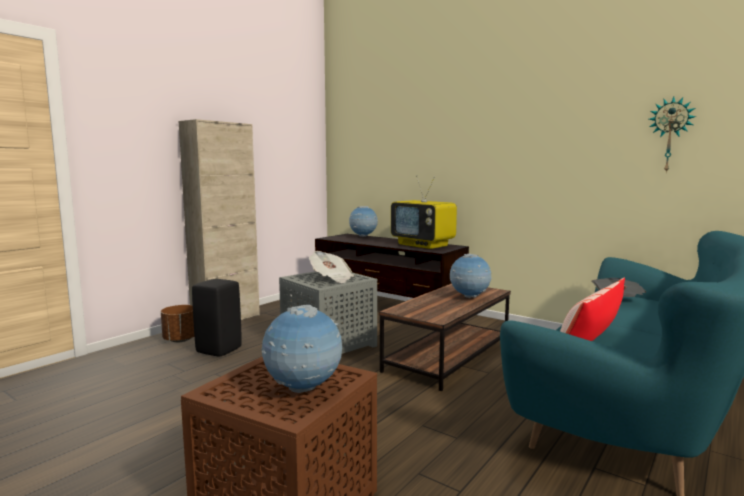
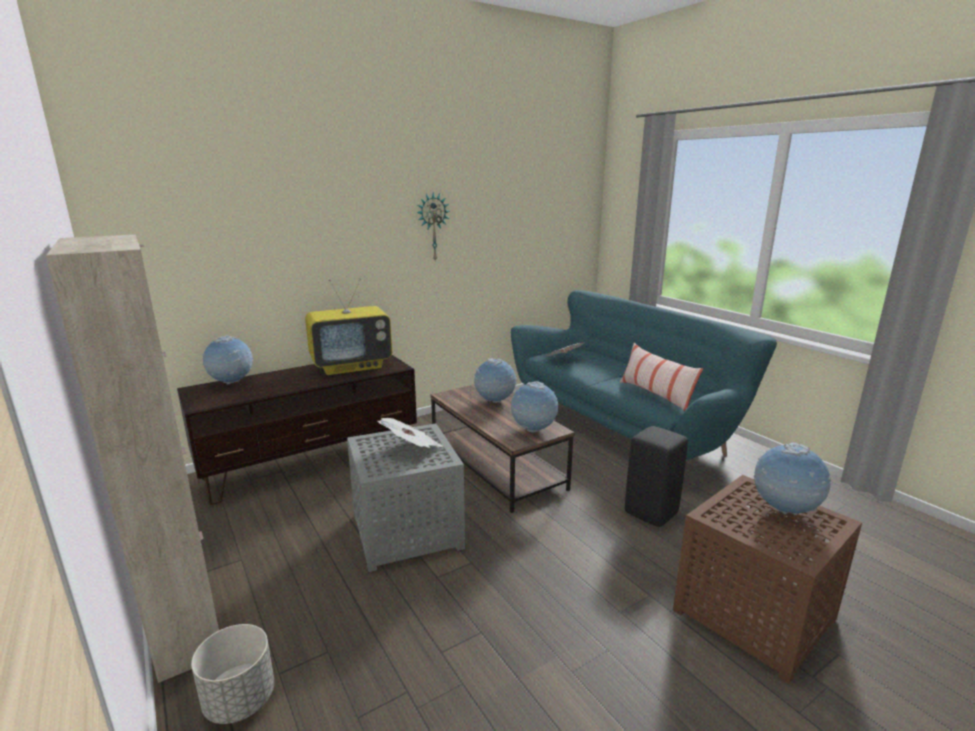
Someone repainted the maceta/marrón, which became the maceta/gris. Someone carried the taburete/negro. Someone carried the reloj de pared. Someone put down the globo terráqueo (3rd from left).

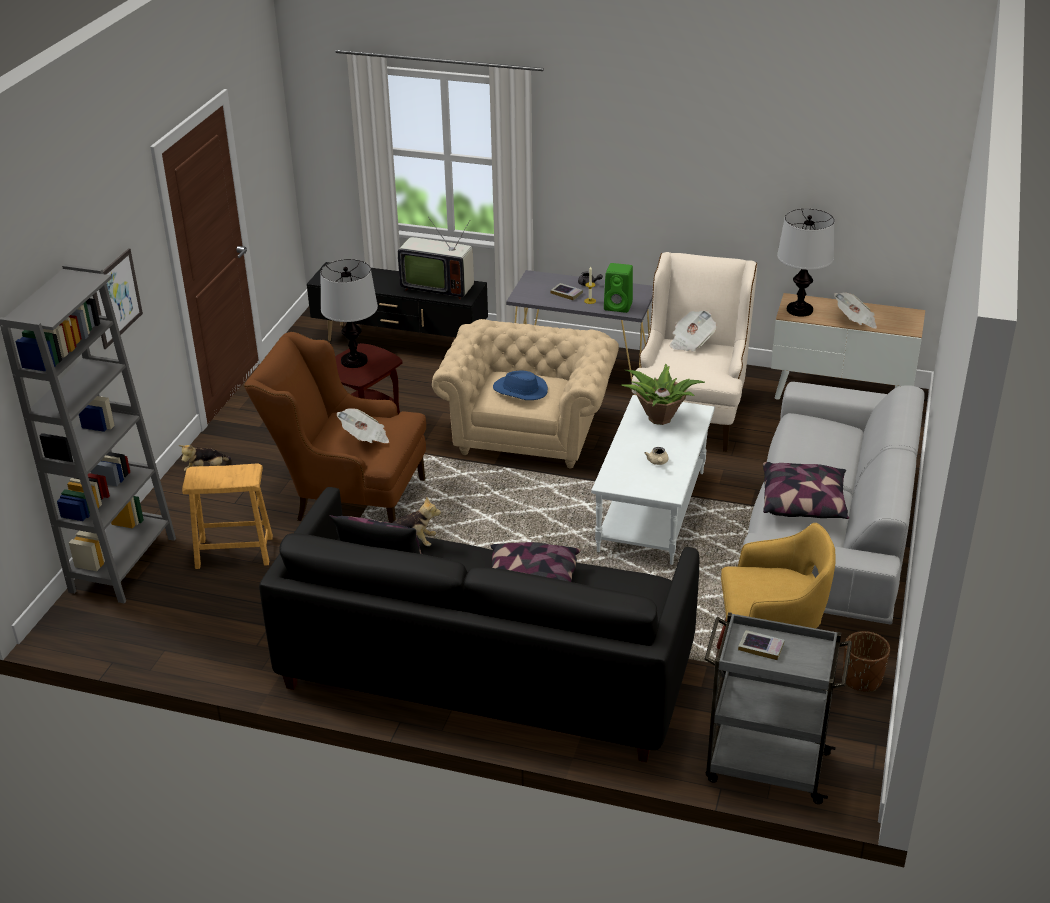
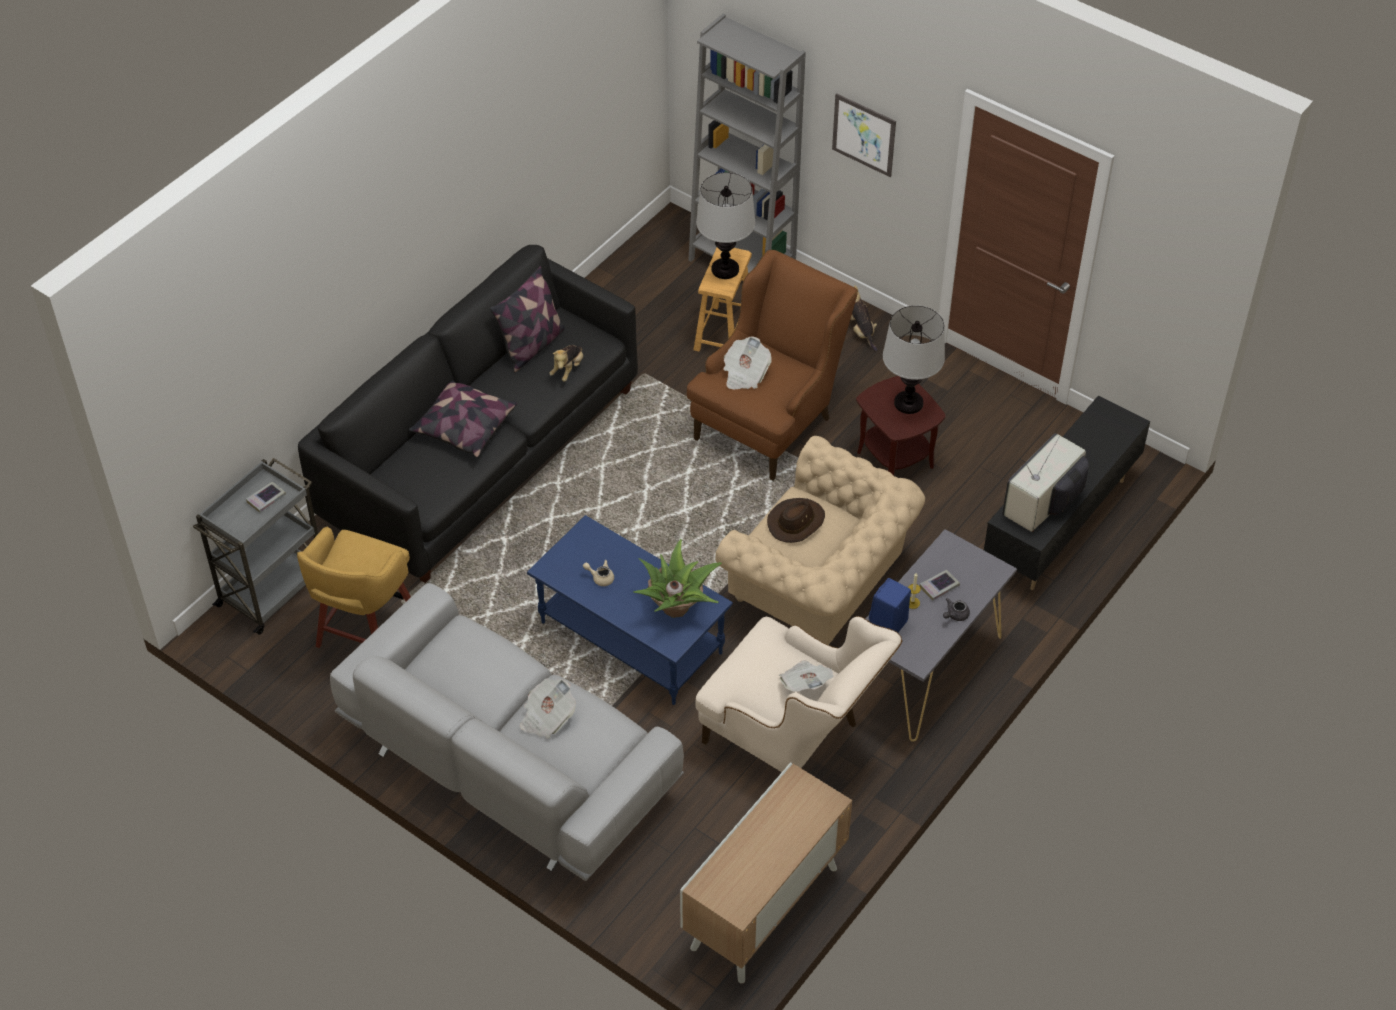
Someone repainted the sombrero/azul, which became the sombrero/marrón. Someone repainted the mesa de centro/blanco, which became the mesa de centro/azul. Someone repainted the altavoz/verde, which became the altavoz/azul. Someone took away the cojín (3rd from left). Someone carried the lámpara de mesa (2nd from left in the first image). Someone carried the periódico (3rd from left in the first image). Someone took away the maceta/marrón.

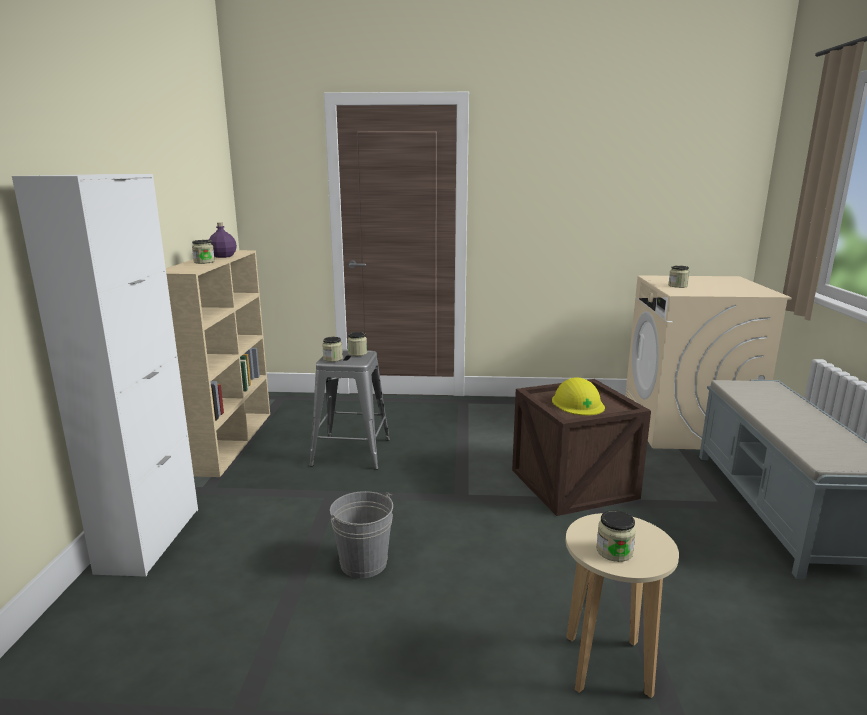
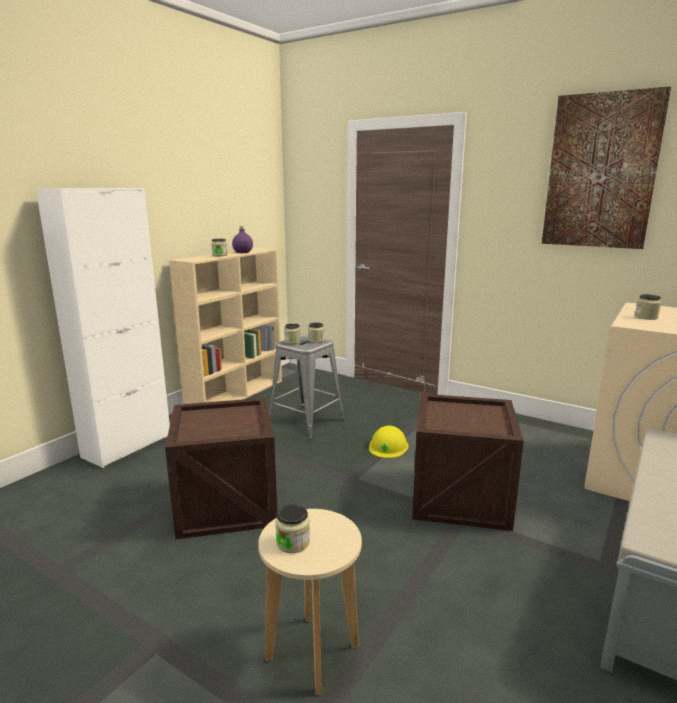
Someone swapped the cubo/gris for the caja de embalaje (1st from left). Someone carried the casco/amarillo. Someone put up the cuadro.

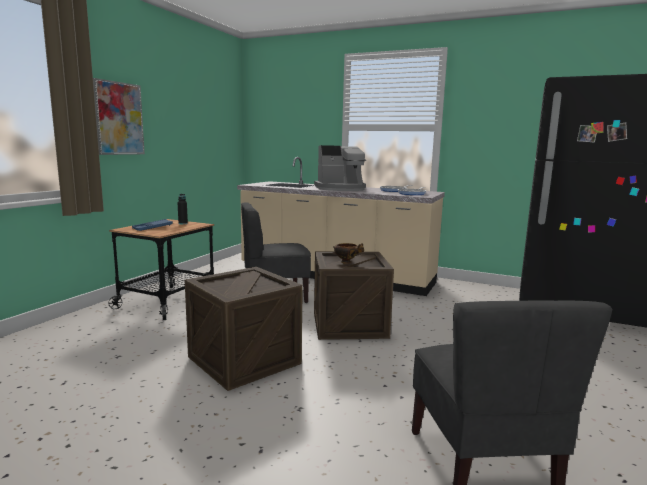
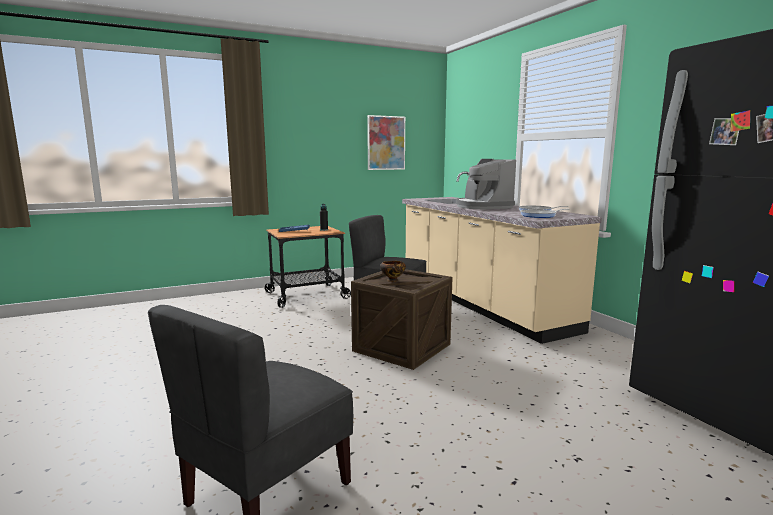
Someone carried the cuadro. Someone took away the caja de embalaje (1st from left). Someone rotated the cafetera by 45 degrees clockwise.

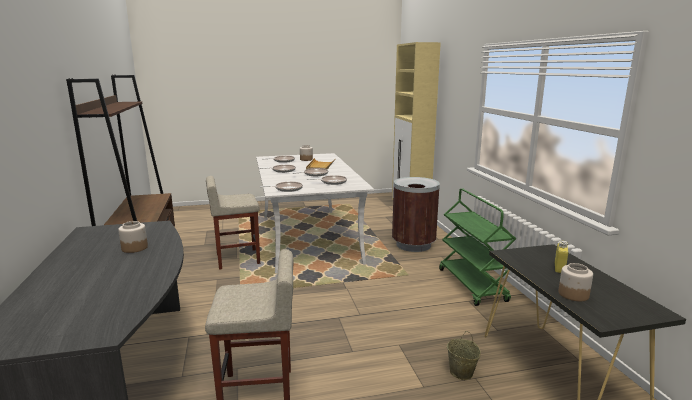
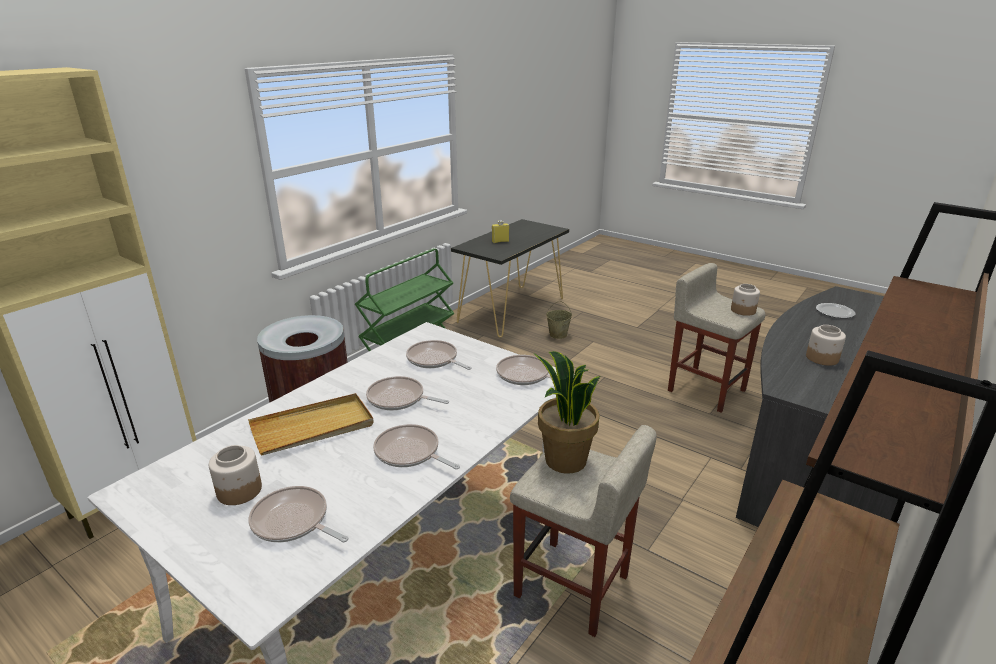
Someone carried the tarro (3rd from left in the first image). Someone put down the planta en maceta. Someone put down the plato.

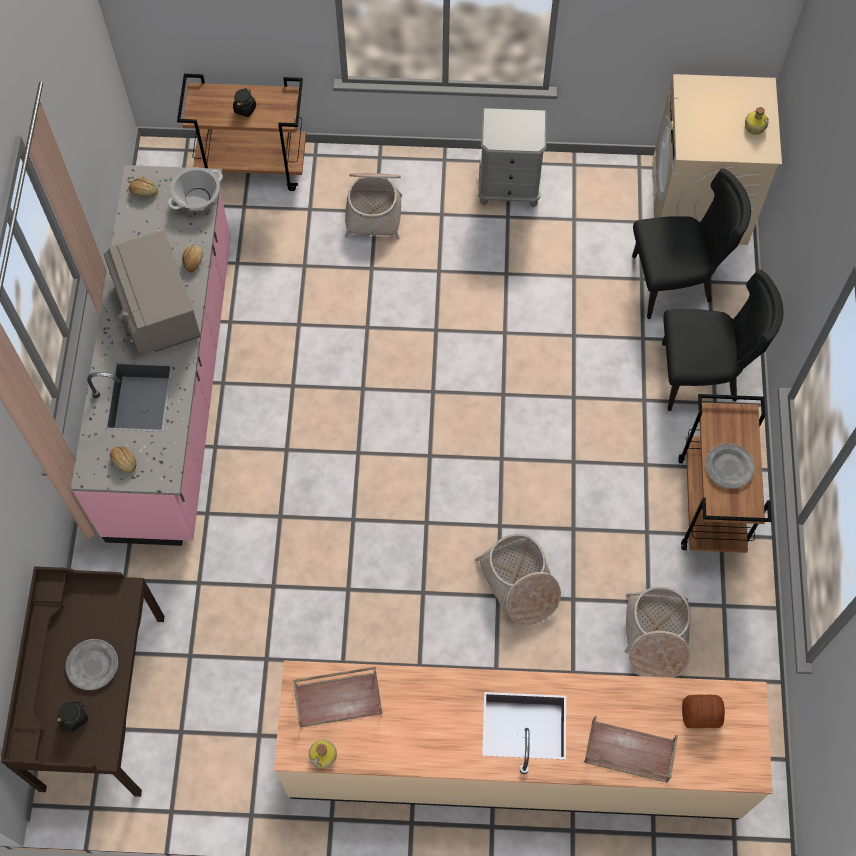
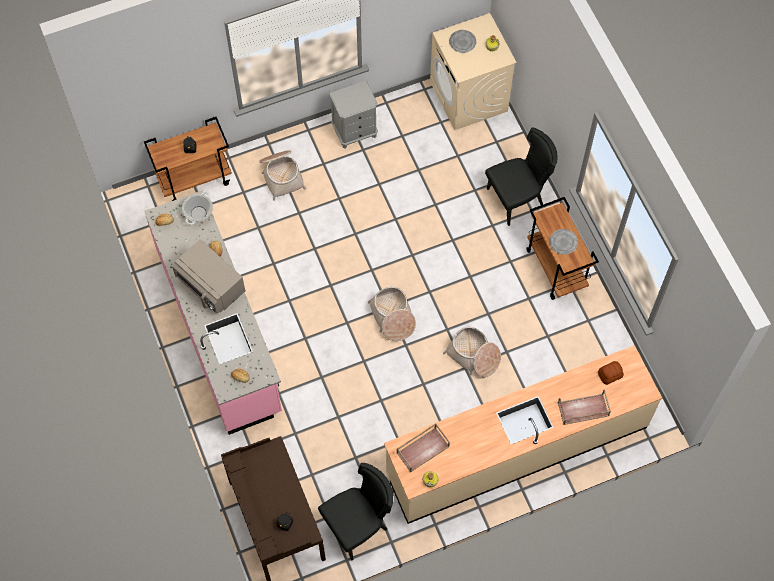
Someone carried the plato/gris (1st from left). Someone carried the cesta (3rd from left in the first image). Someone carried the silla/negro (1st from left).

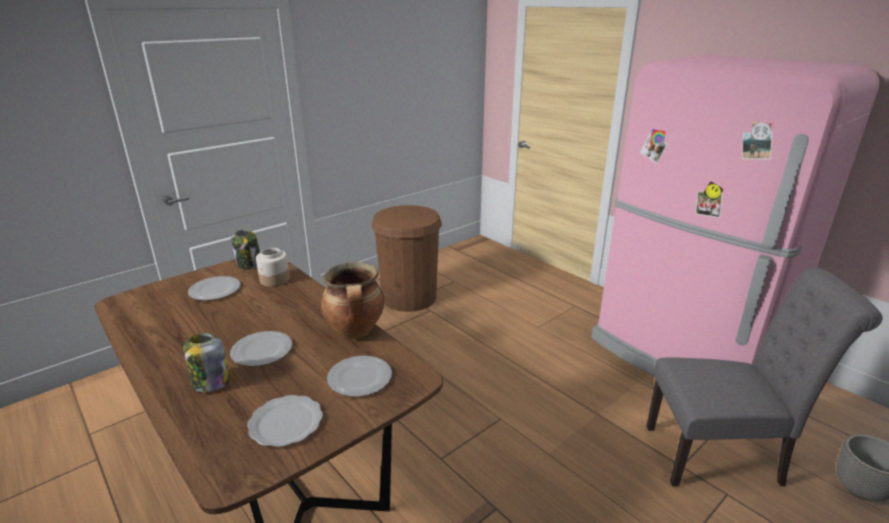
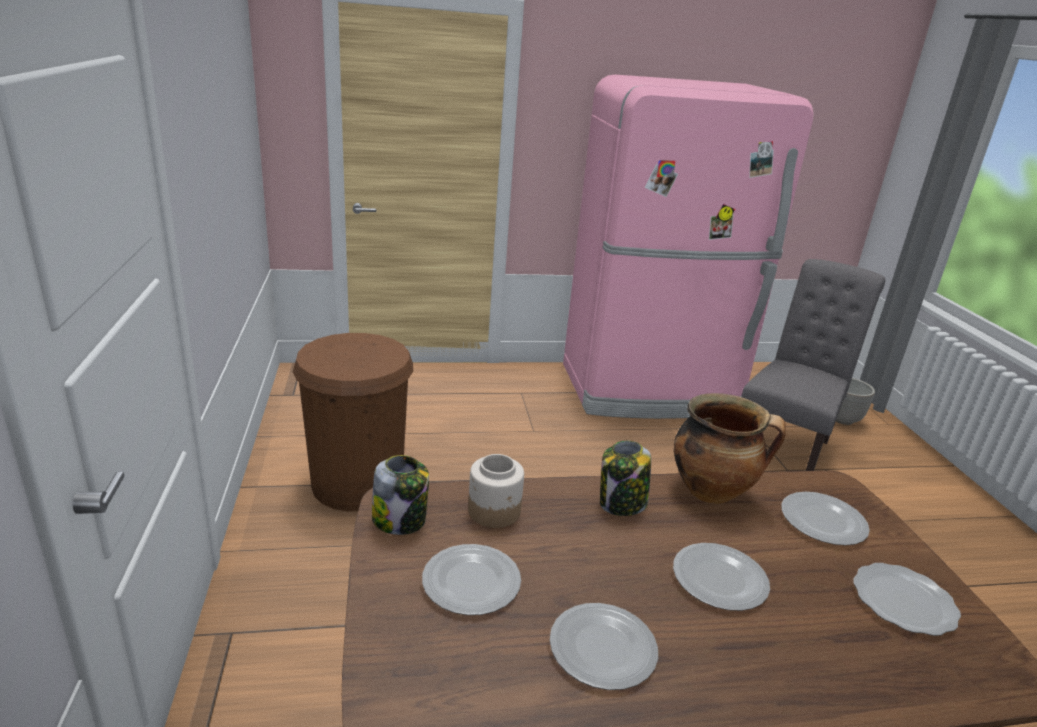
Someone carried the tarro (1st from left in the first image). Someone put down the plato (2nd from left).

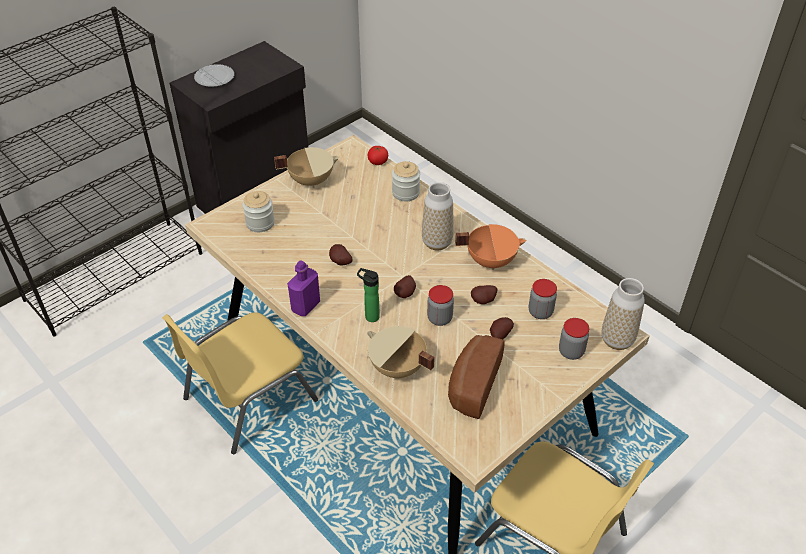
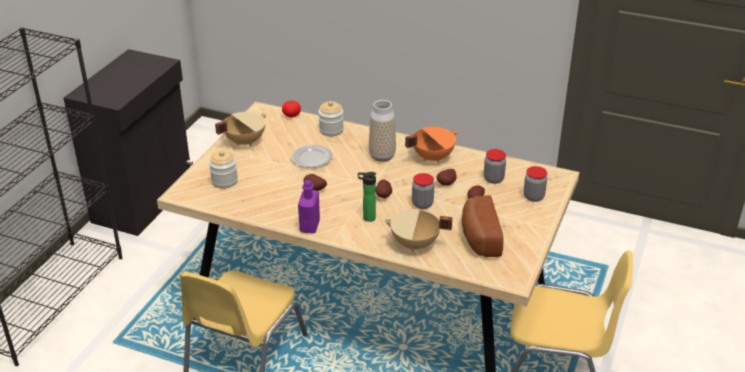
Someone carried the plato. Someone took away the florero (2nd from left).

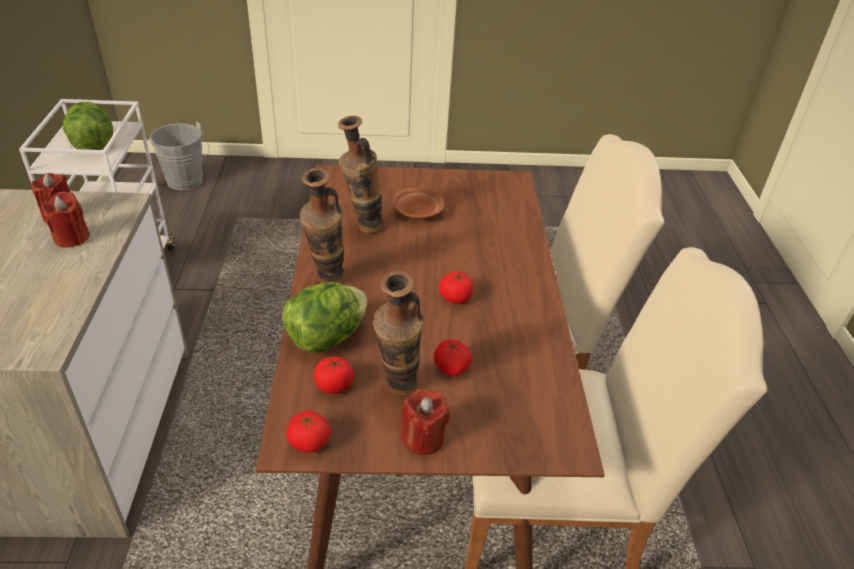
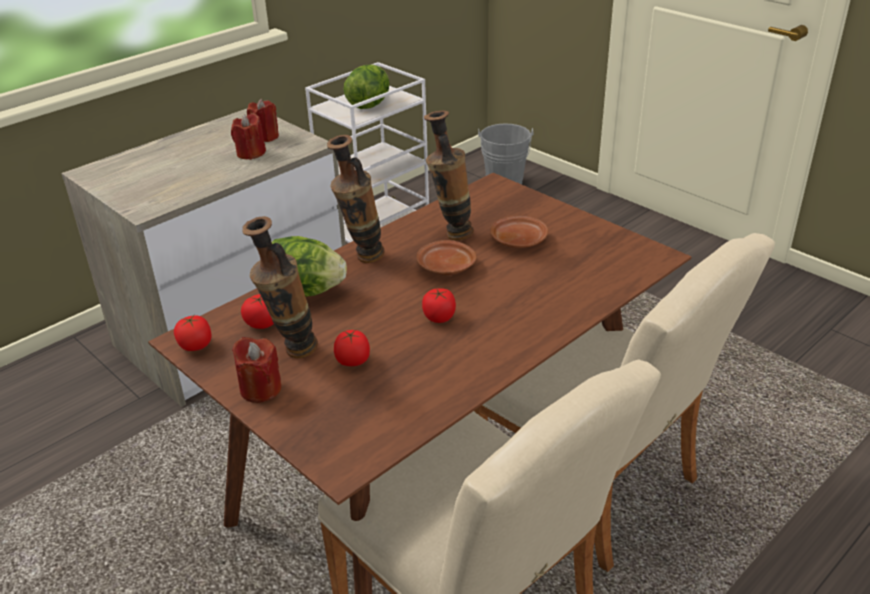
Someone put down the plato/marrón (1st from left).

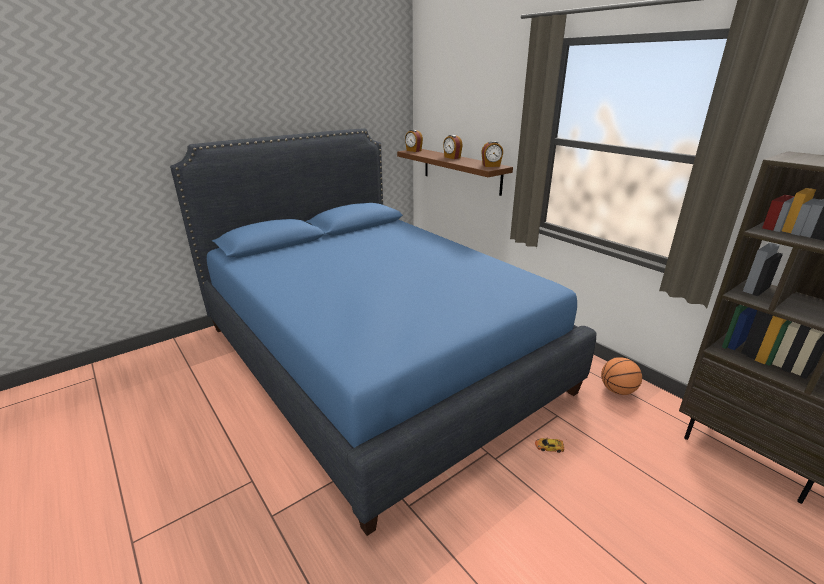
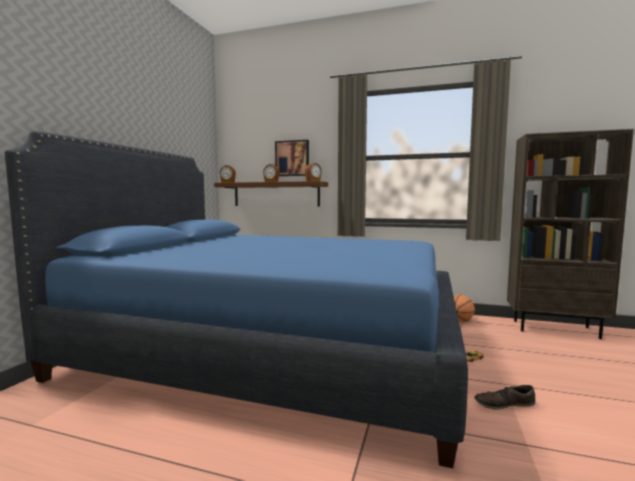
Someone put up the cuadro. Someone put down the zapato/marrón.

